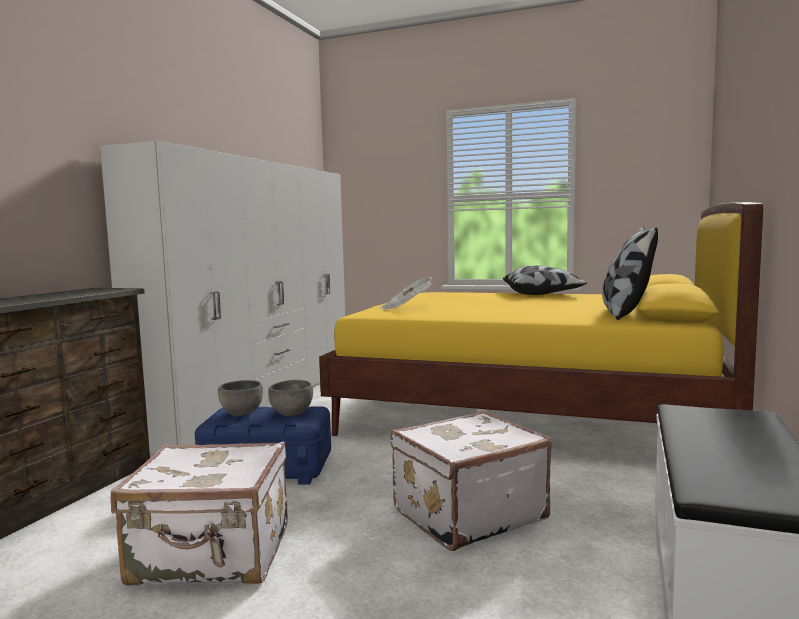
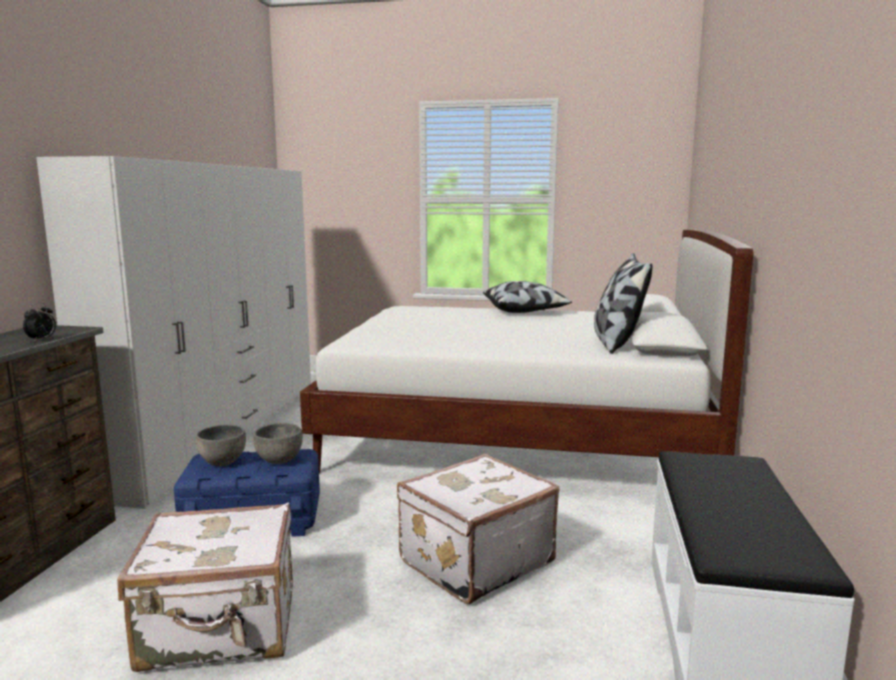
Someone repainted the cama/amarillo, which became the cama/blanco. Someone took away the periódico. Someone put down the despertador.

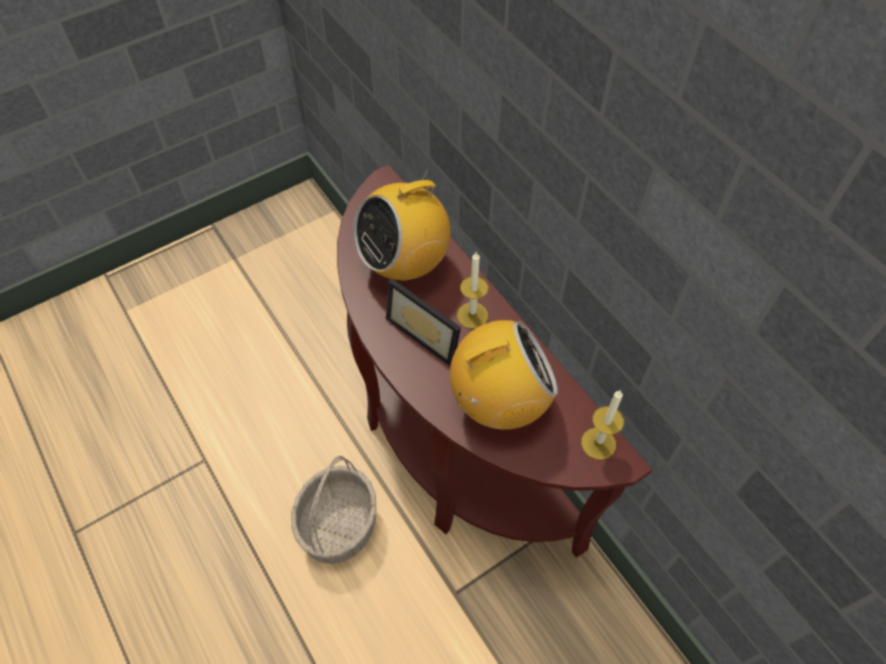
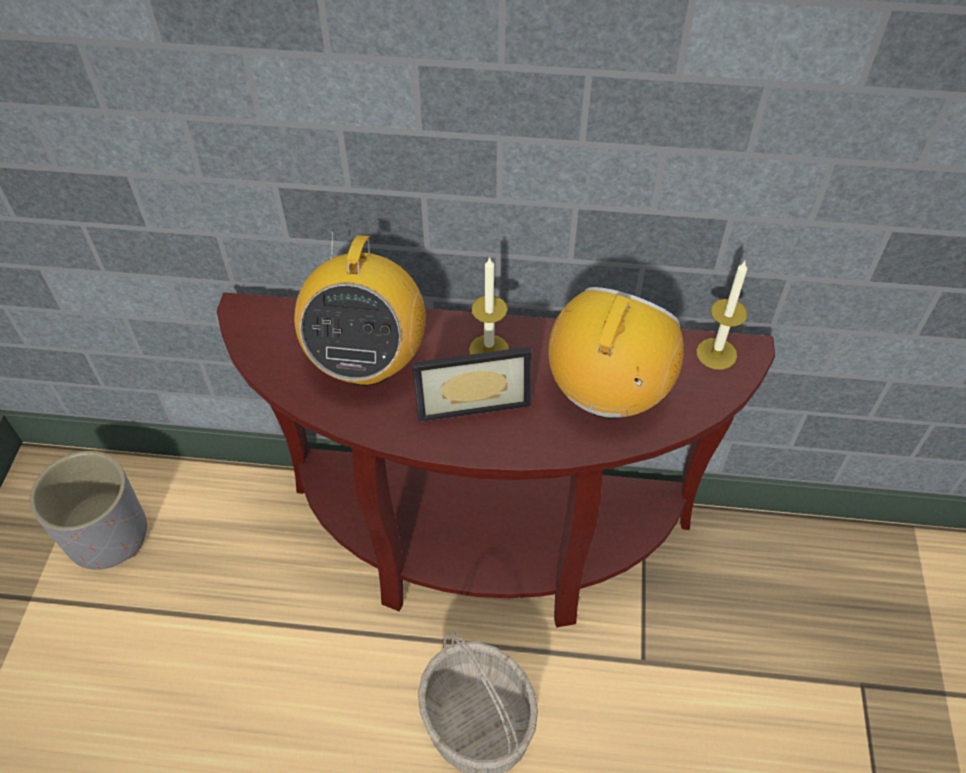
Someone put down the maceta/gris.

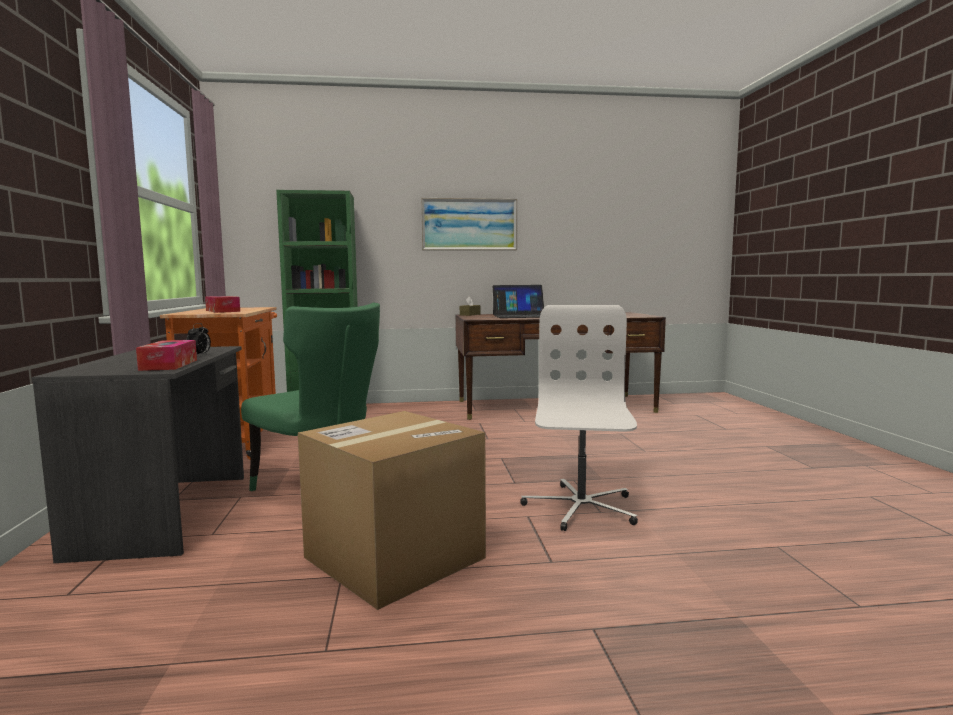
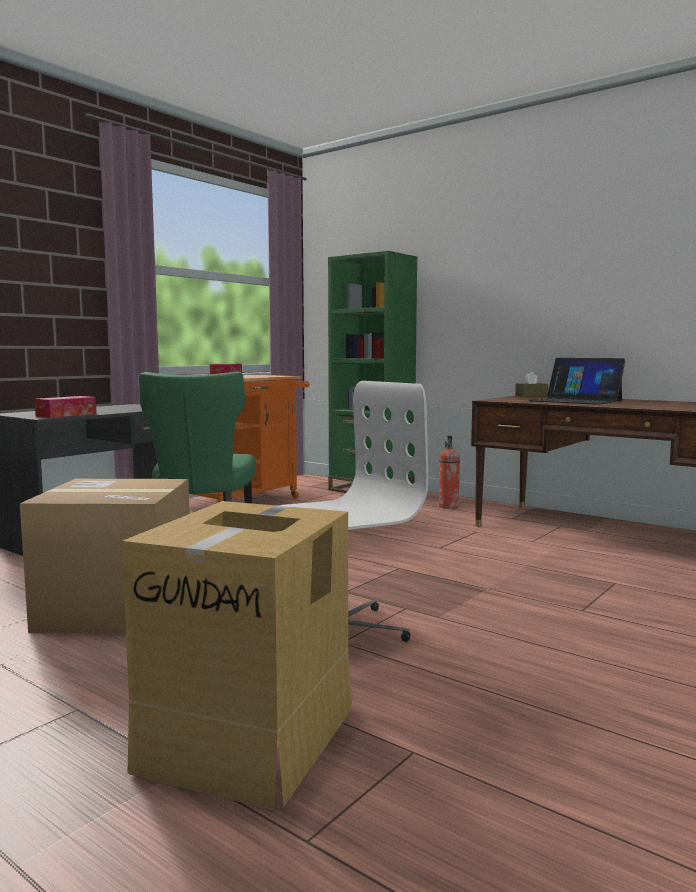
Someone took away the despertador. Someone took away the cuadro. Someone put down the caja de cartón (2nd from left). Someone put down the extintor.

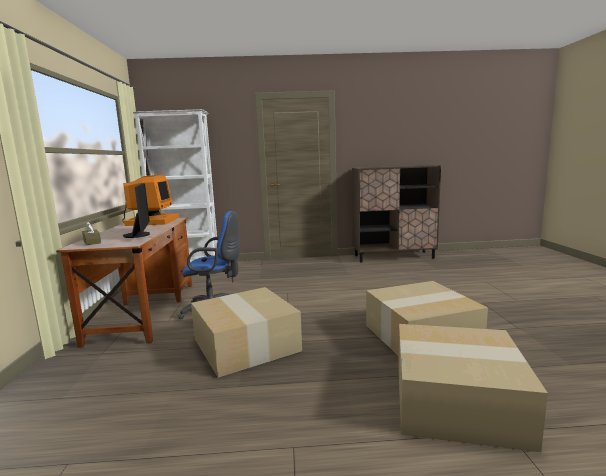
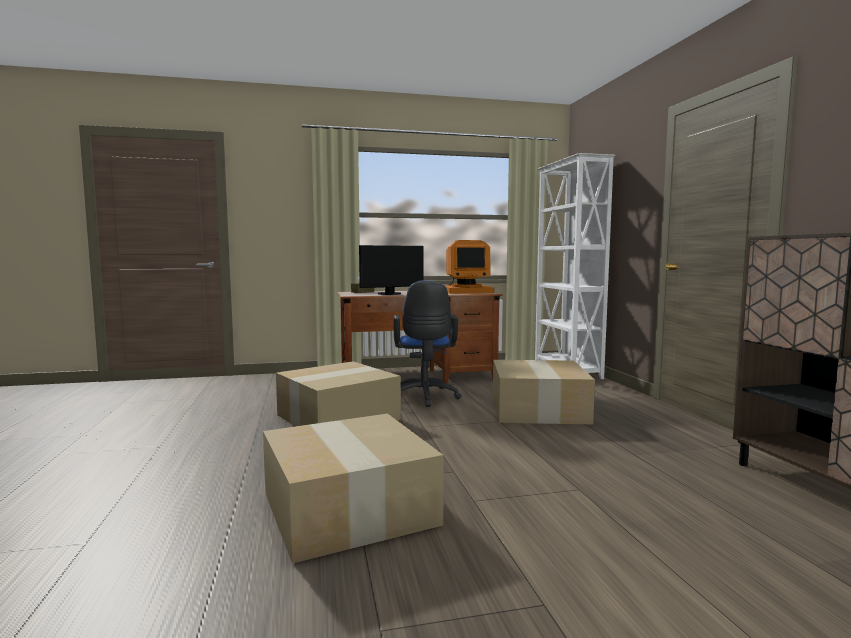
Someone carried the caja de cartón (3rd from left).

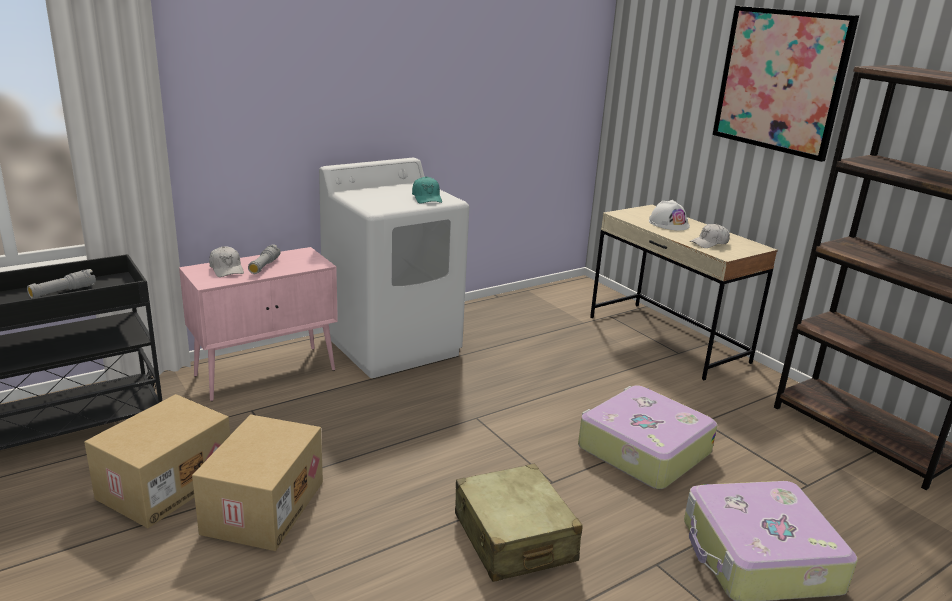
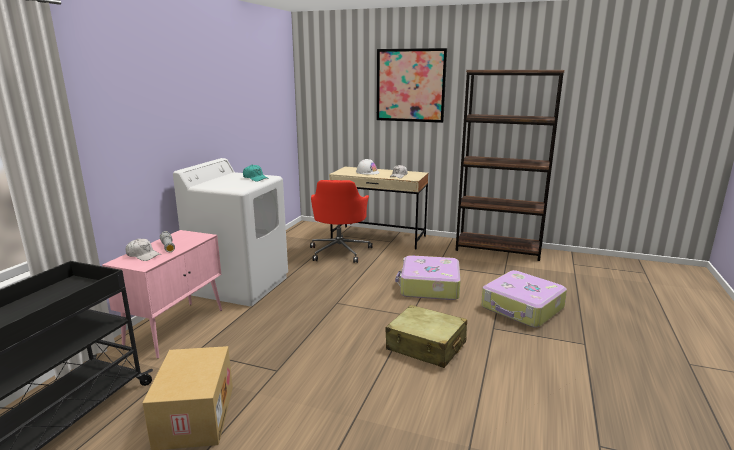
Someone took away the linterna/gris (1st from left). Someone took away the caja de cartón (2nd from left). Someone put down the silla de oficina/rojo.

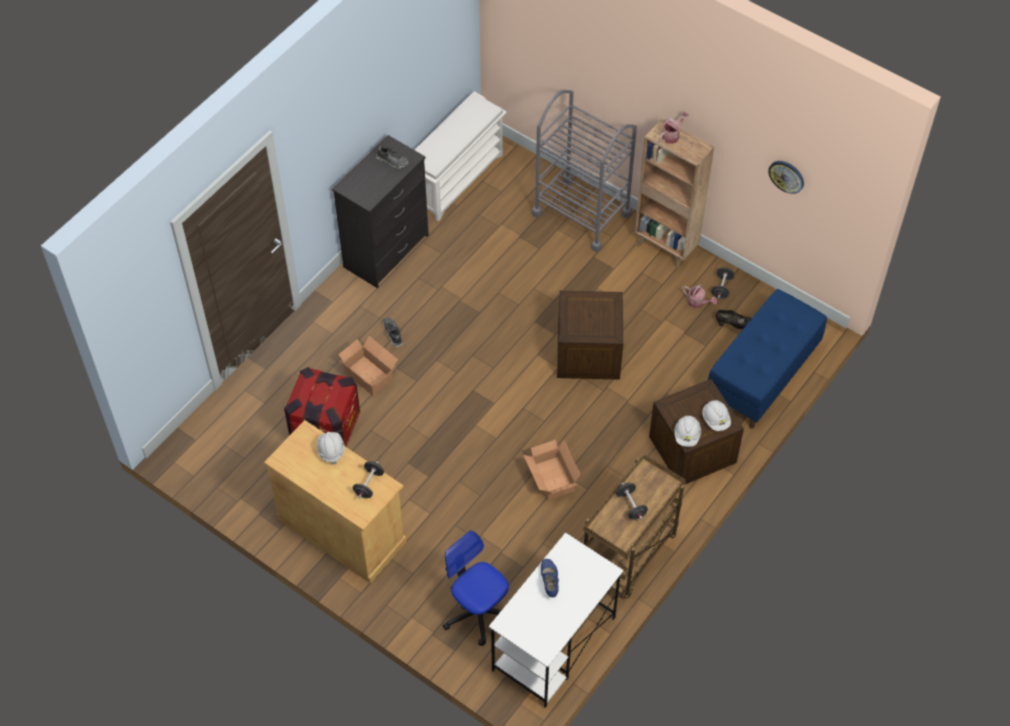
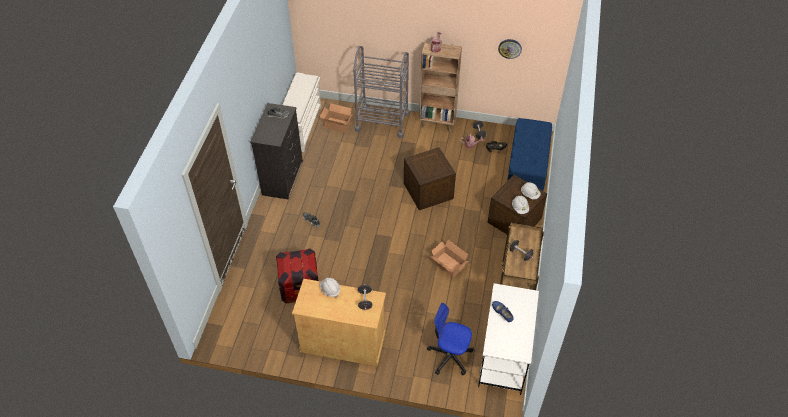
Someone carried the caja de cartón (1st from left).

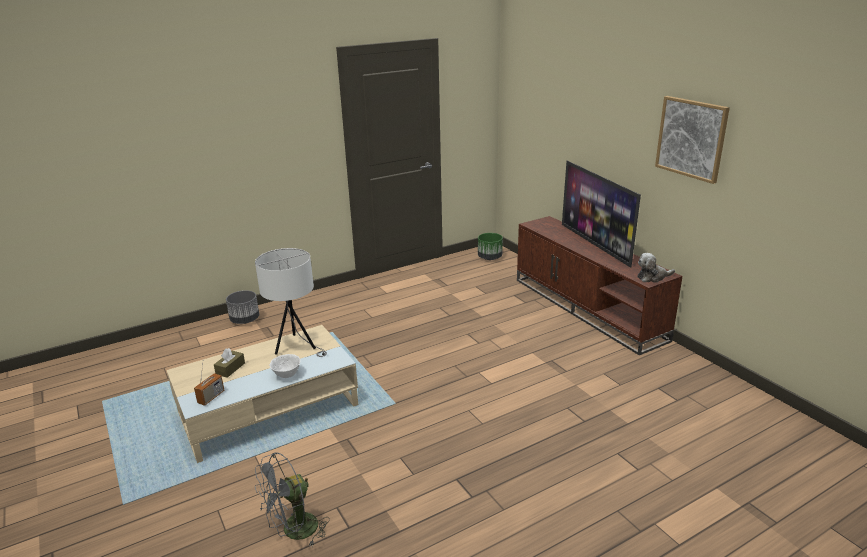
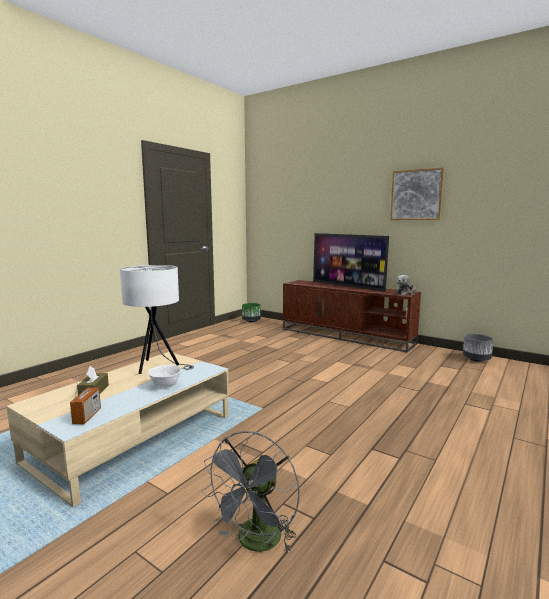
Someone carried the maceta/gris.

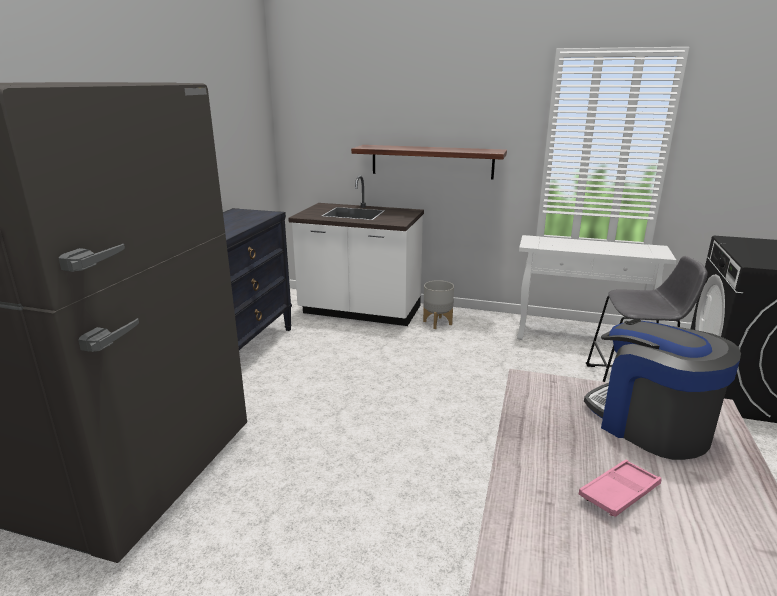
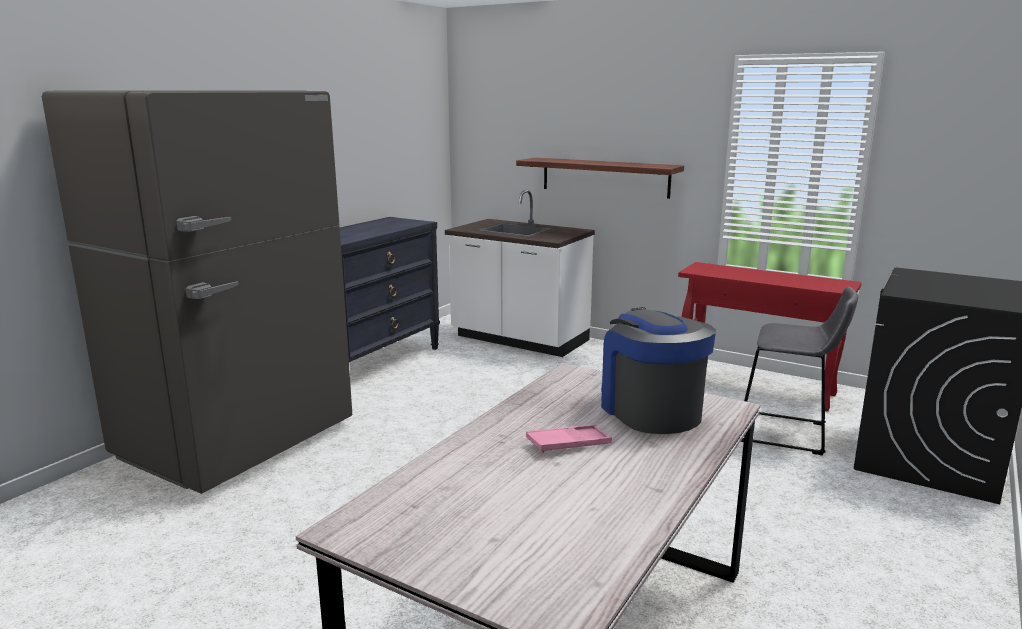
Someone took away the maceta/gris. Someone repainted the mesa consola/blanco, which became the mesa consola/rojo.

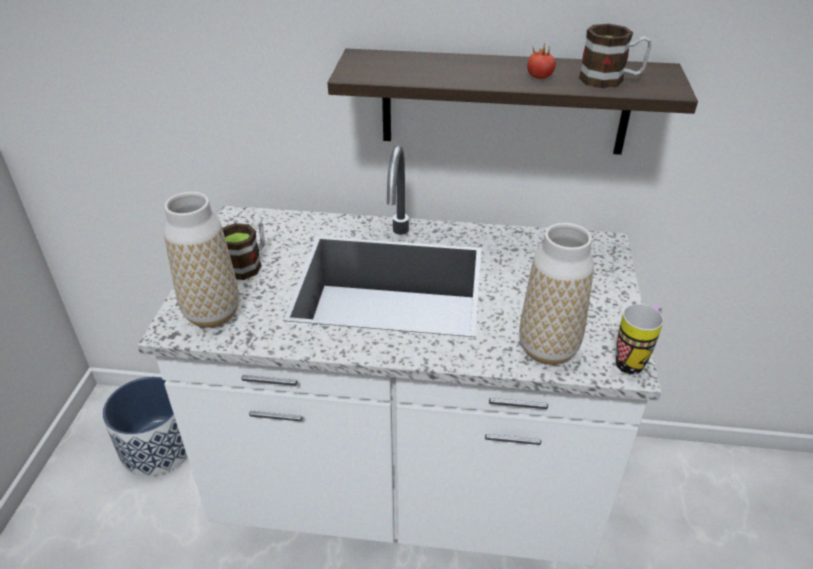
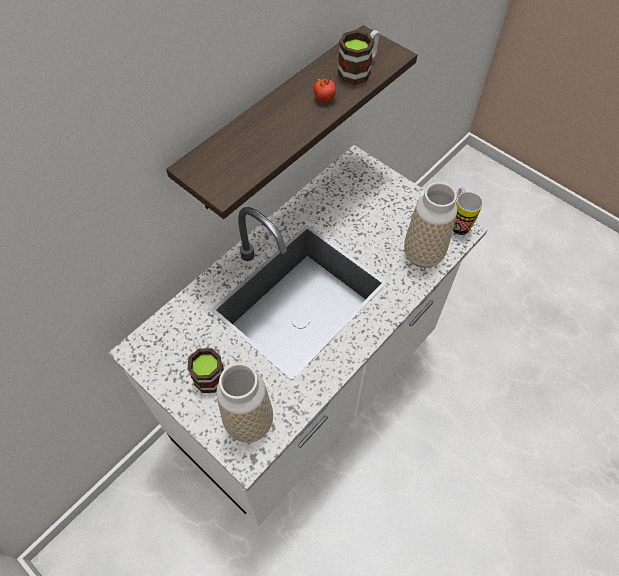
Someone took away the maceta.

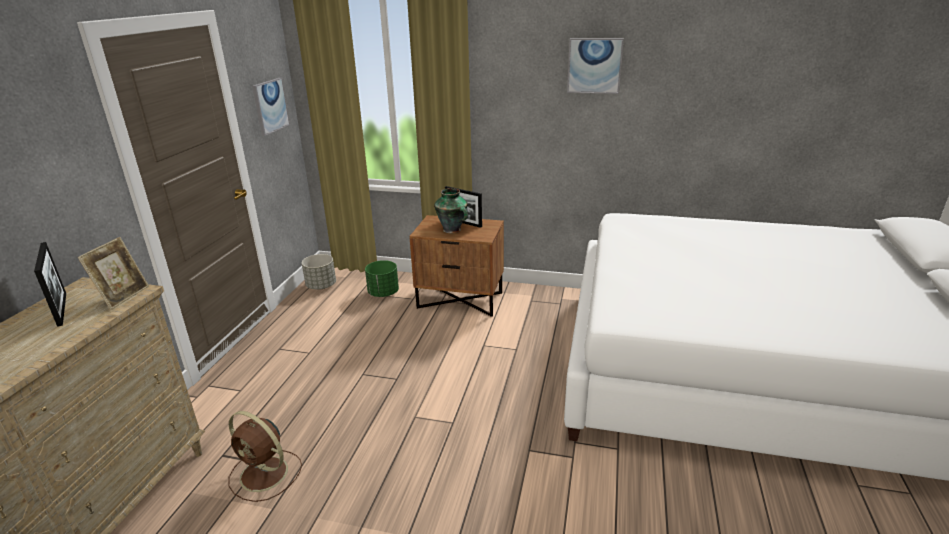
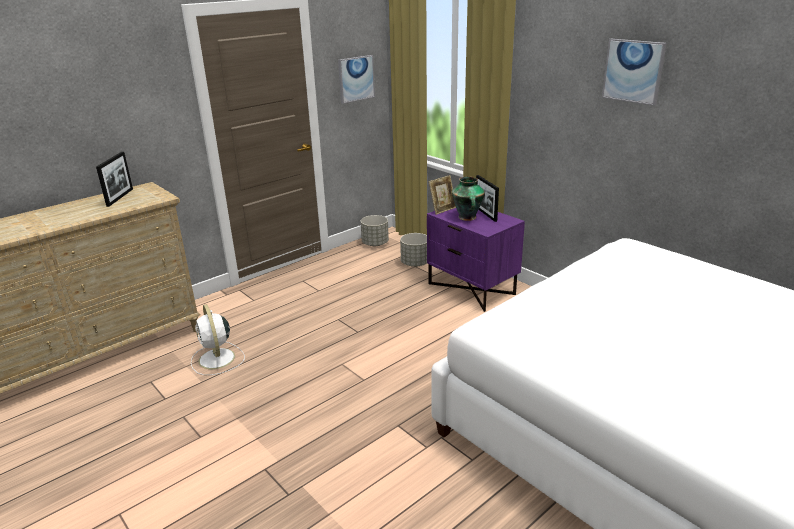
Someone carried the portarretratos (2nd from left). Someone repainted the ventilador/marrón, which became the ventilador/blanco. Someone repainted the maceta/verde, which became the maceta/gris (2nd from left). Someone repainted the mesita de noche/marrón, which became the mesita de noche/morado.

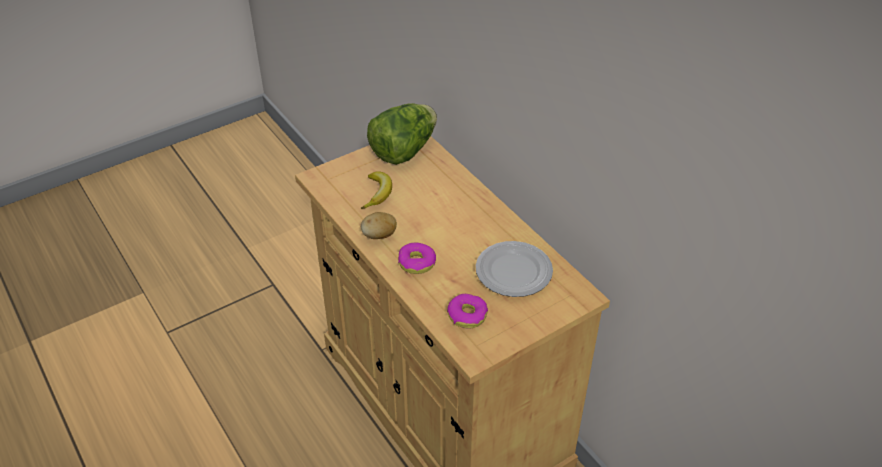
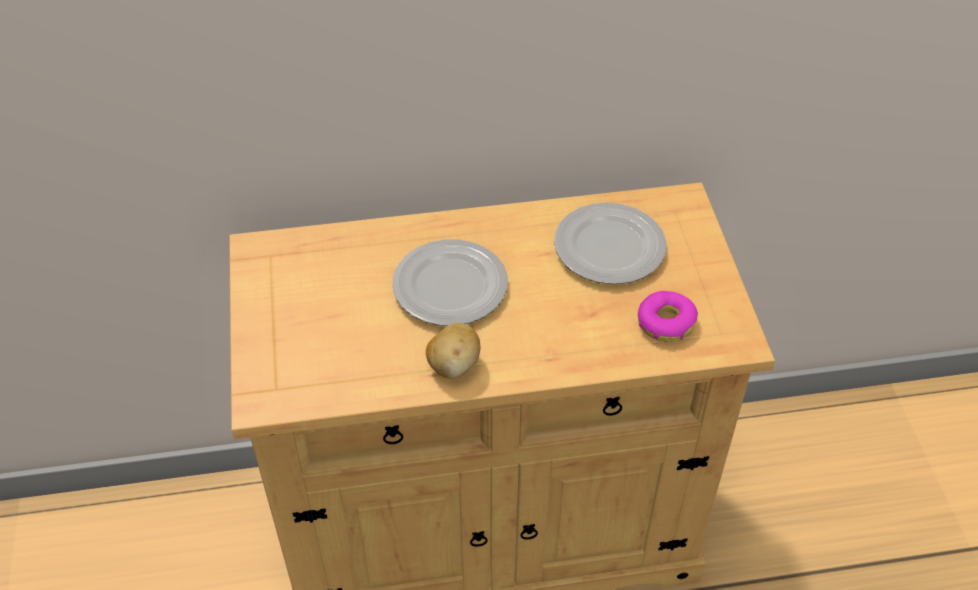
Someone took away the plátano. Someone took away the lechuga. Someone took away the rosquilla (1st from left). Someone put down the plato (1st from left).

